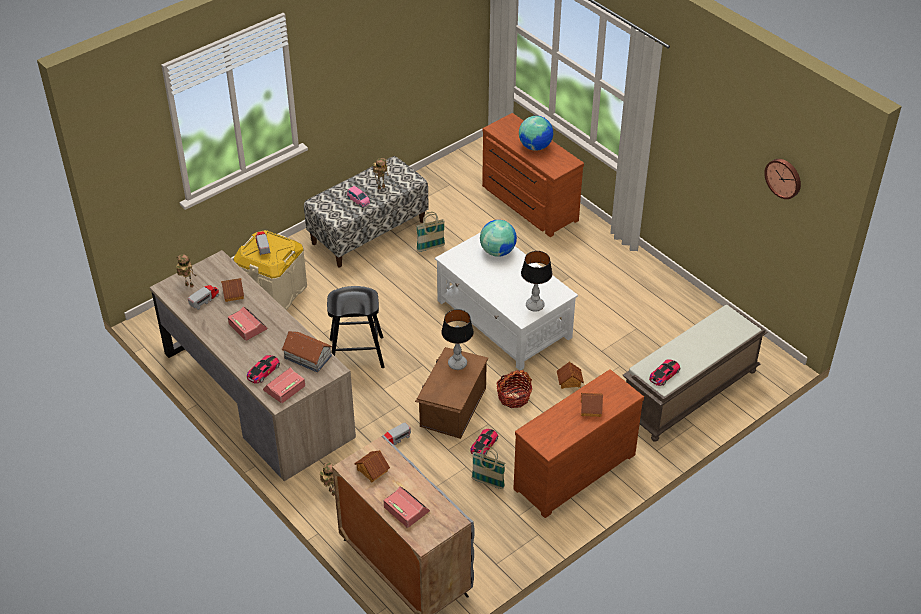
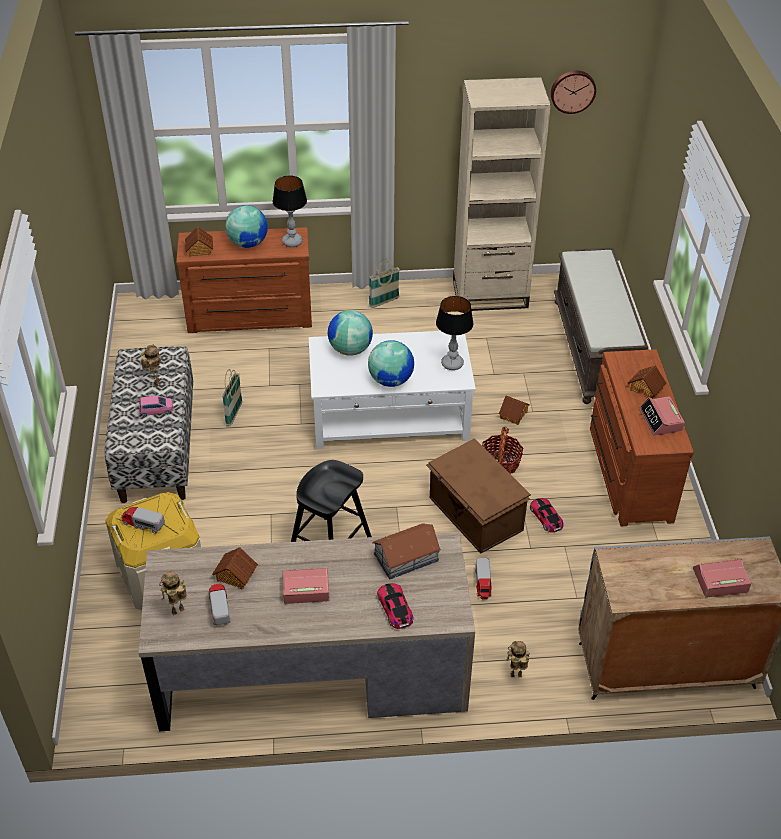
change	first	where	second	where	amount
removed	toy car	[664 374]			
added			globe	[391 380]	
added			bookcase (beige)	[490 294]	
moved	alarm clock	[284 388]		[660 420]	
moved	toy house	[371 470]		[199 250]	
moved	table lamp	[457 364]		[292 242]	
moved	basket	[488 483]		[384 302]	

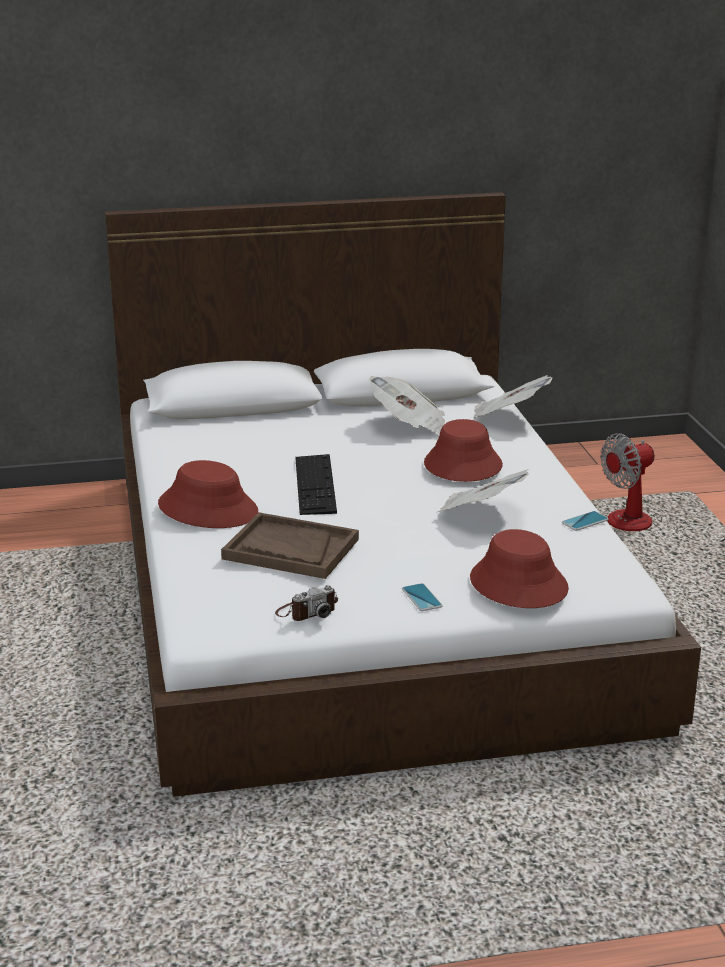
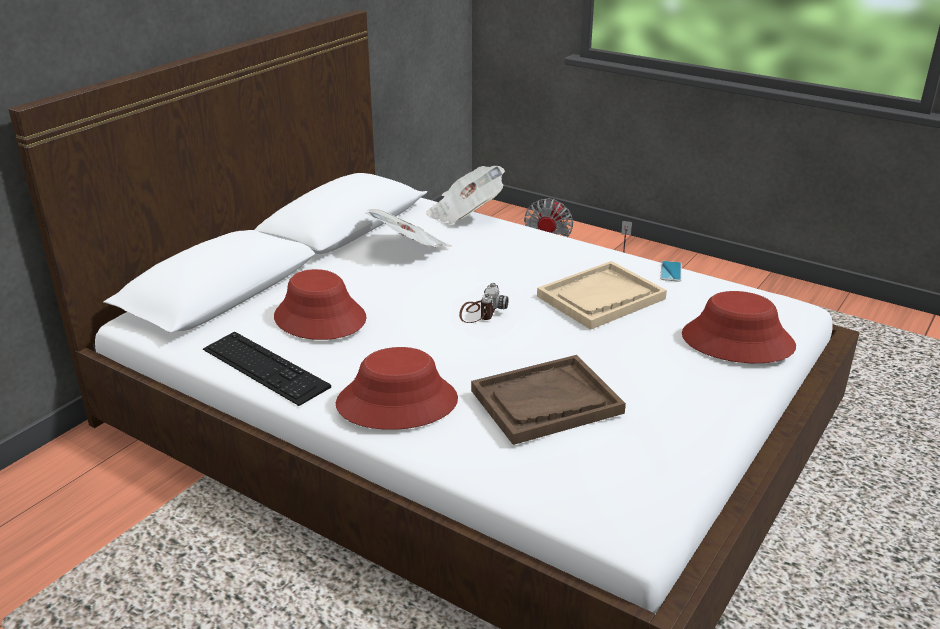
change	first	where	second	where	amount
removed	phone	[421 598]			
moved	photo camera	[307 611]		[480 312]	
moved	keyboard	[315 484]		[265 368]	
moved	hat (red)	[462 465]		[319 318]	
replaced	newspaper	[481 513]	tray (beige)	[601 298]	

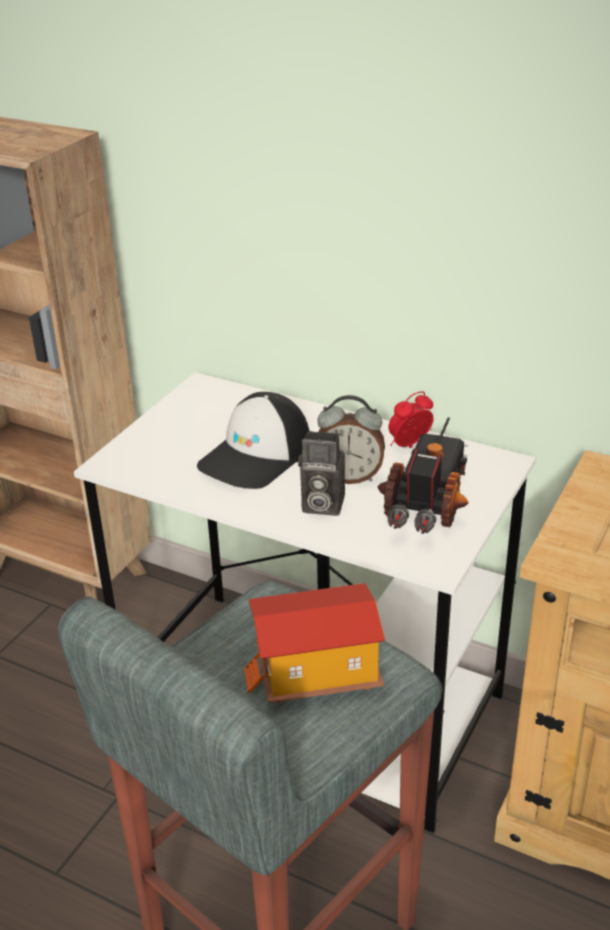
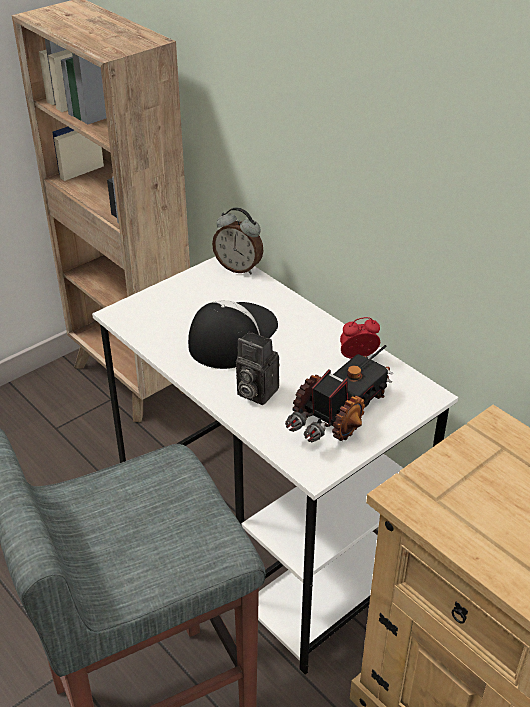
change	first	where	second	where	amount
removed	toy house	[317 674]			
moved	alarm clock	[349 476]		[239 268]	
turned	cap	[257 456]		[232 336]	150 degrees clockwise

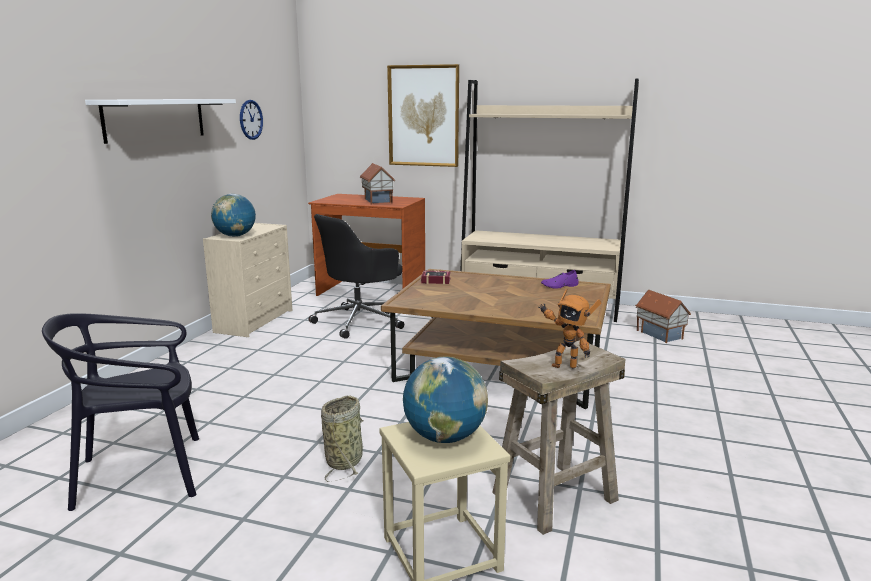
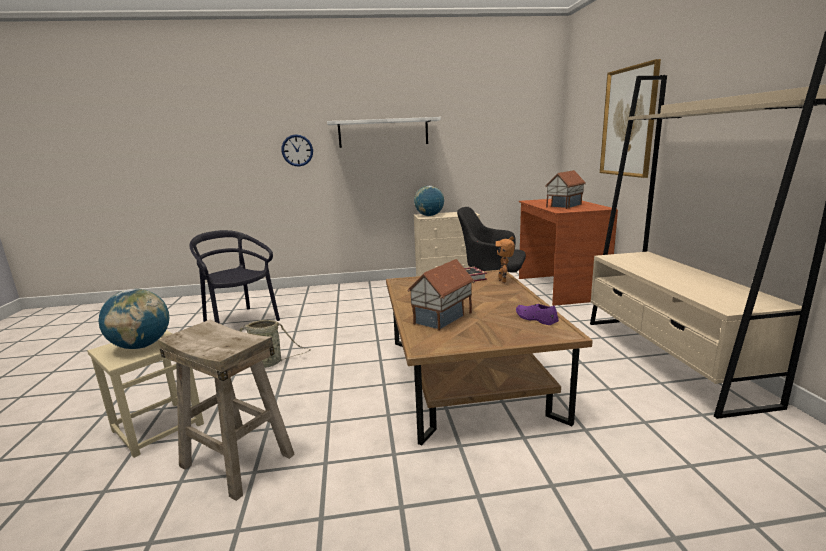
change	first	where	second	where	amount
moved	wall clock	[251 119]		[297 150]	
moved	toy robot	[564 365]		[504 281]	
moved	toy house	[660 334]		[443 318]	

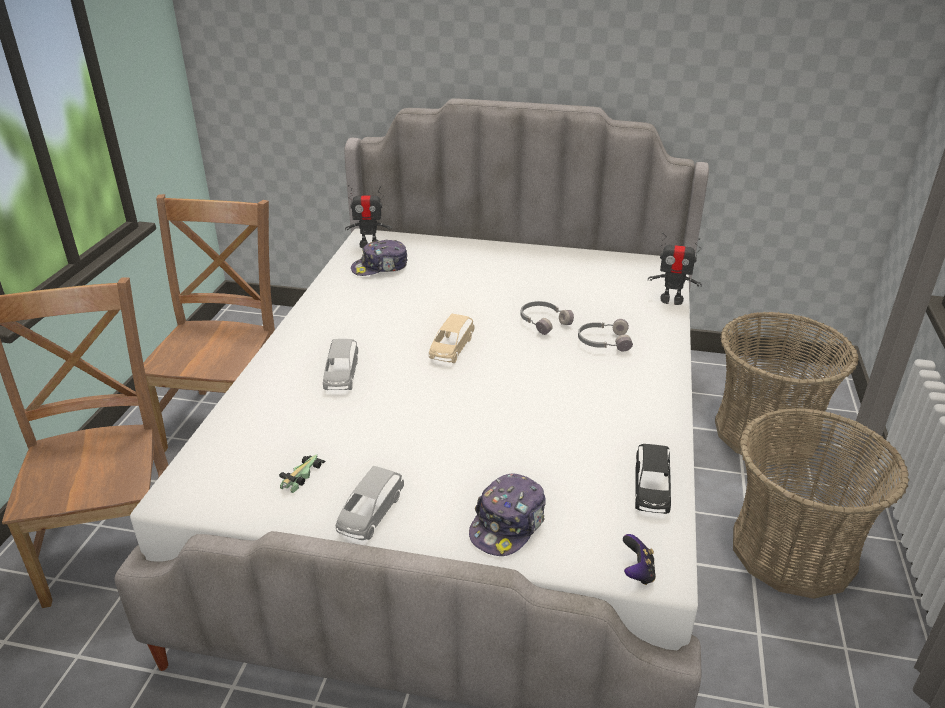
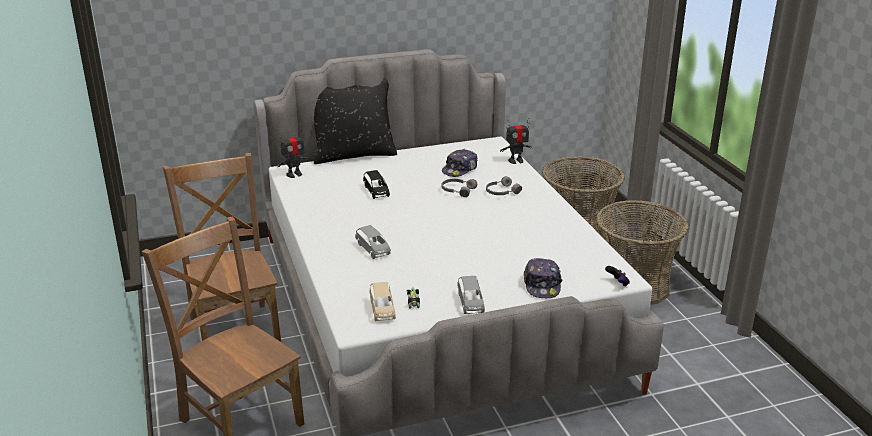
change	first	where	second	where	amount
added			pillow (black)	[353 154]	
moved	cap	[380 267]		[460 169]	
moved	toy car (beige)	[451 348]		[382 309]	
moved	toy car (black)	[651 489]		[376 191]	

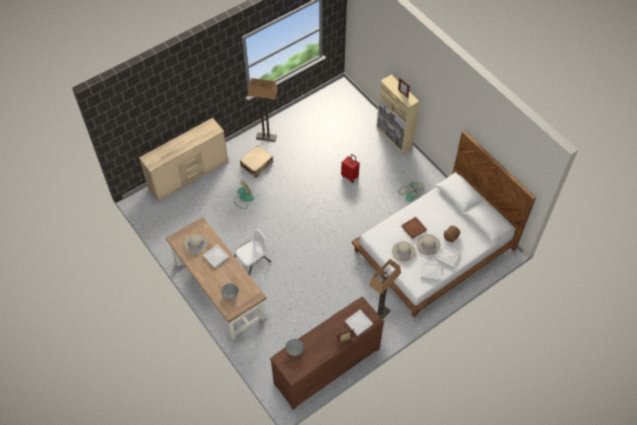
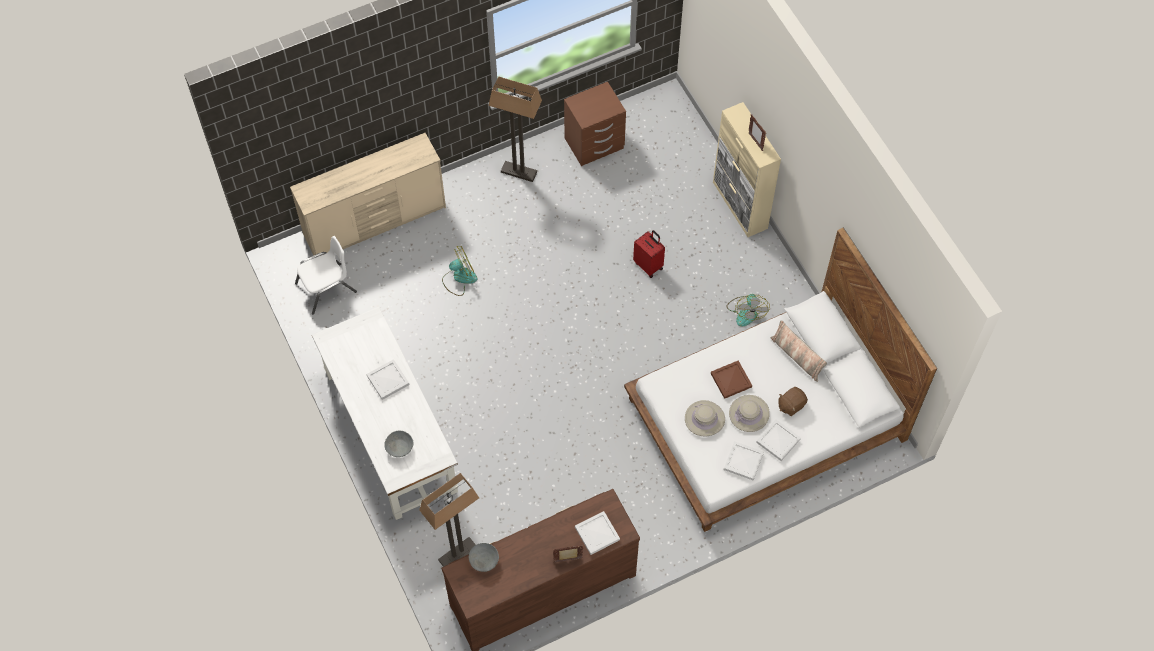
change	first	where	second	where	amount
removed	hat (beige)	[195 244]			
removed	suitcase (beige)	[257 164]			
added			nightstand (brown)	[594 144]	
added			pillow	[797 356]	
moved	chair (white)	[252 262]		[326 288]	
moved	floor lamp	[380 316]		[458 555]	
recoloured	desk (brown)	[219 290]	desk (white)	[390 431]	

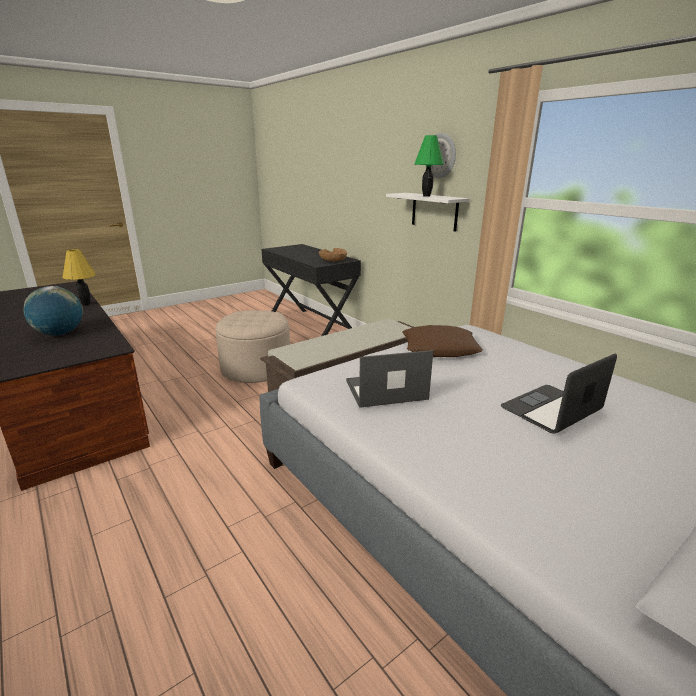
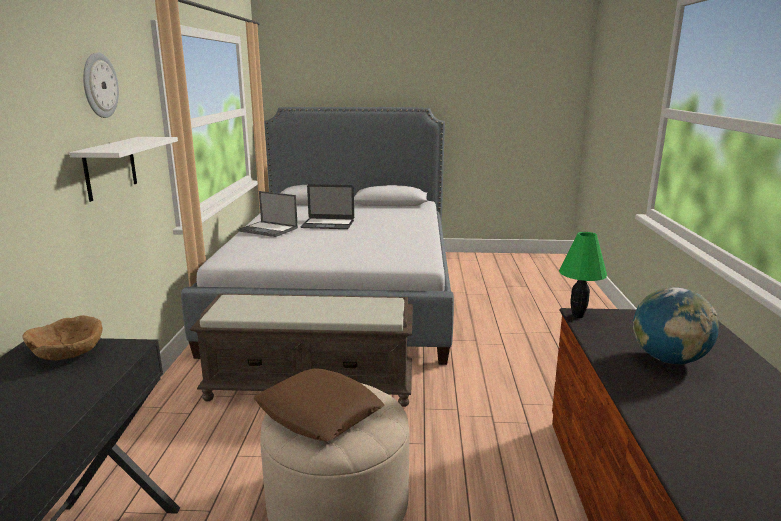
change	first	where	second	where	amount
removed	table lamp (yellow)	[86 304]			
moved	laptop	[385 390]		[269 229]	
moved	pillow (brown)	[440 348]		[318 412]	
moved	table lamp (green)	[426 196]		[578 316]	

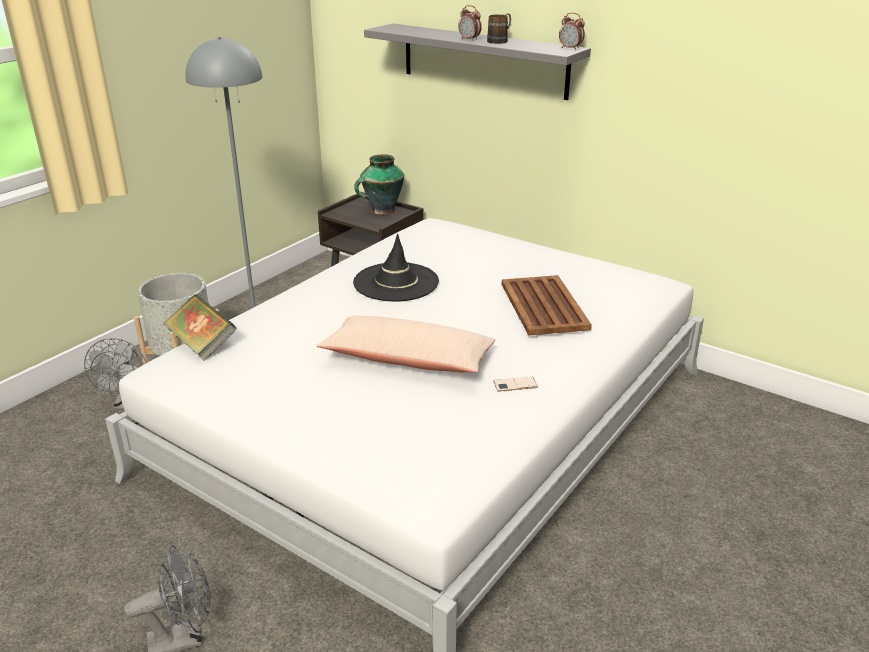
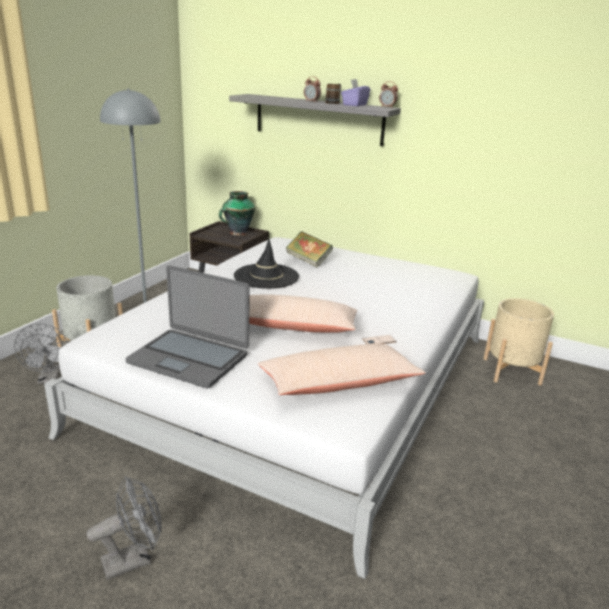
change	first	where	second	where	amount
removed	tray (brown)	[544 306]			
added			laptop	[189 358]	
added			pillow (beige)	[338 383]	
added			tissue box (purple)	[354 105]	
added			planter (beige)	[511 371]	
moved	book	[202 344]		[308 261]	

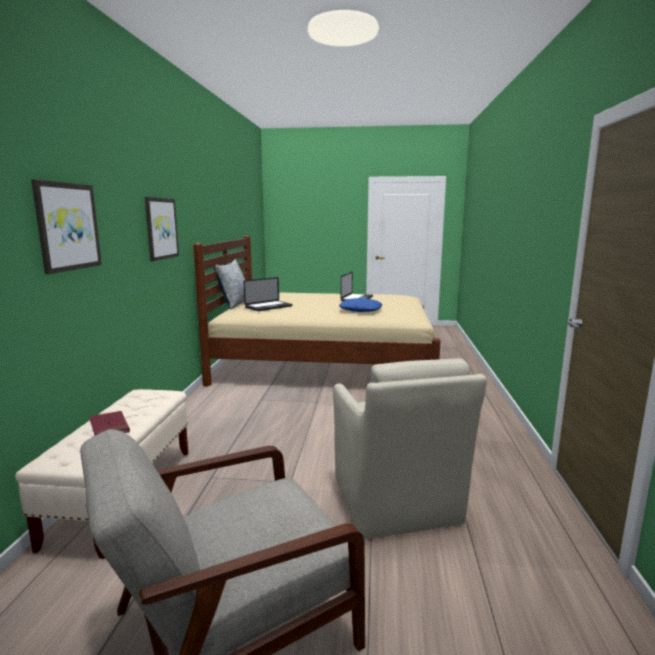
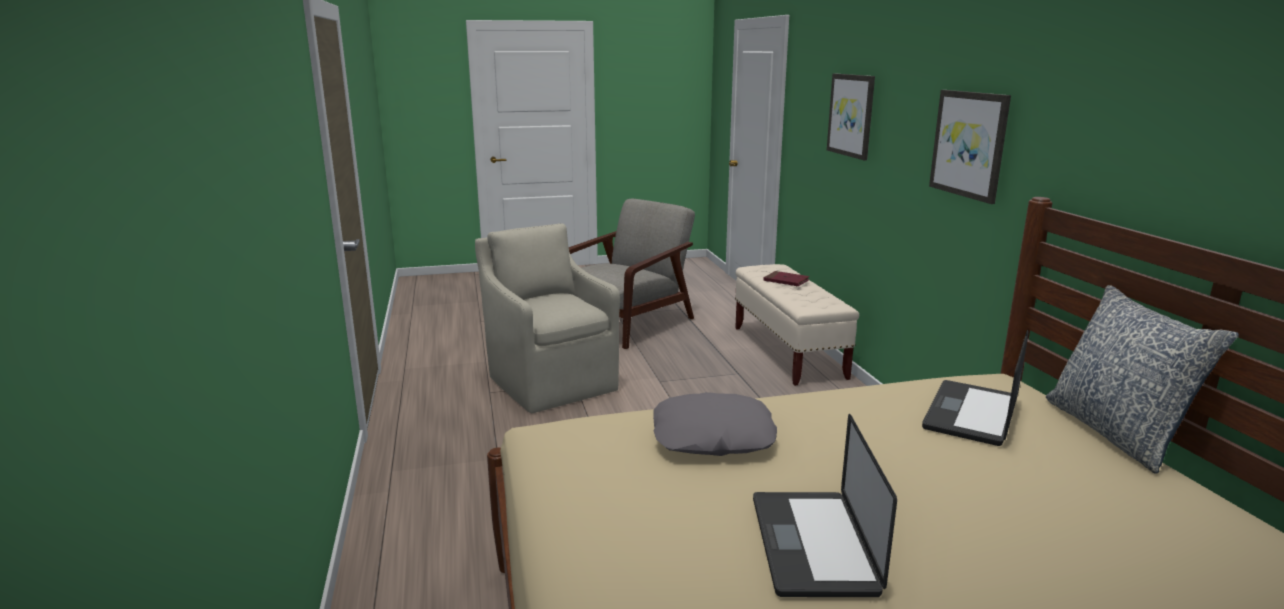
change	first	where	second	where	amount
recoloured	pillow (blue)	[360 310]	pillow (grey)	[713 437]	

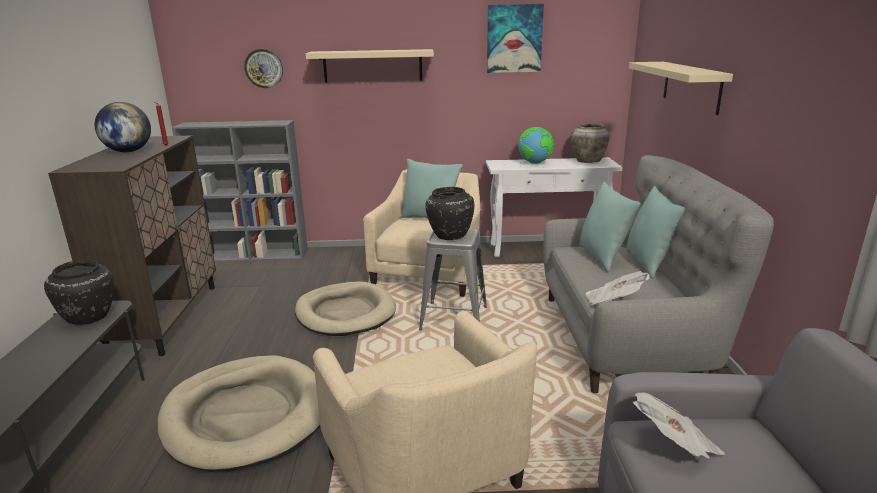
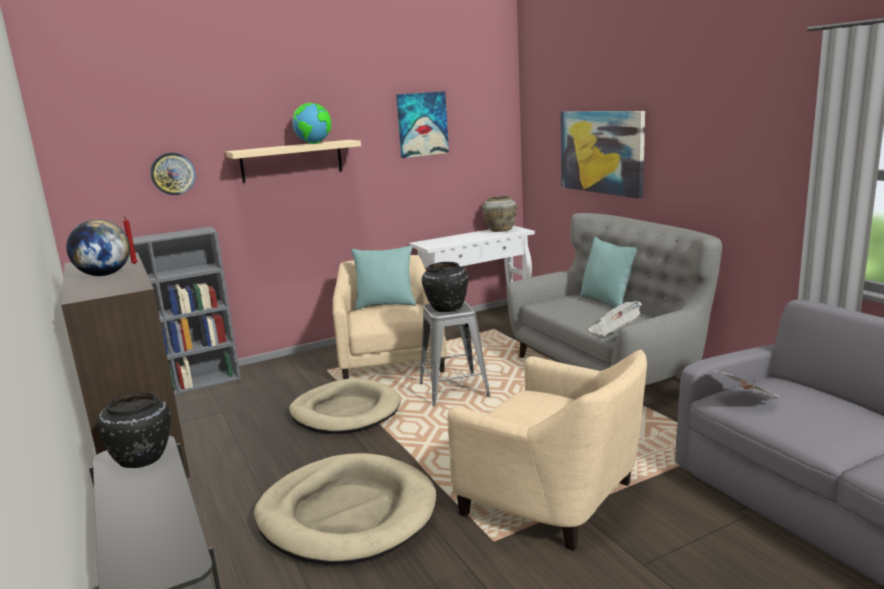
change	first	where	second	where	amount
removed	pillow (turquoise)	[602 257]			
moved	globe	[535 163]		[314 143]	
replaced	shelf (beige)	[691 86]	picture	[601 152]	

